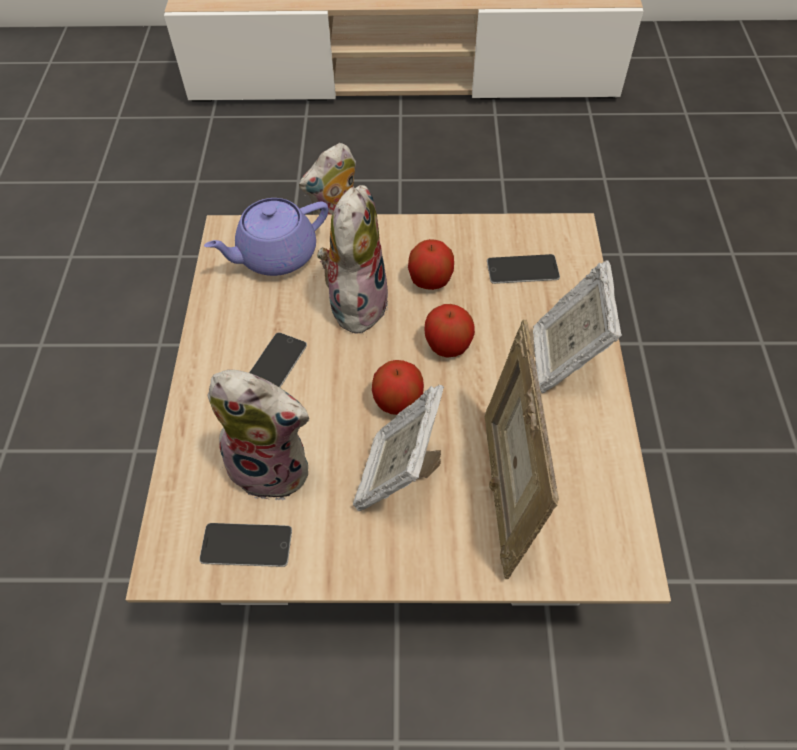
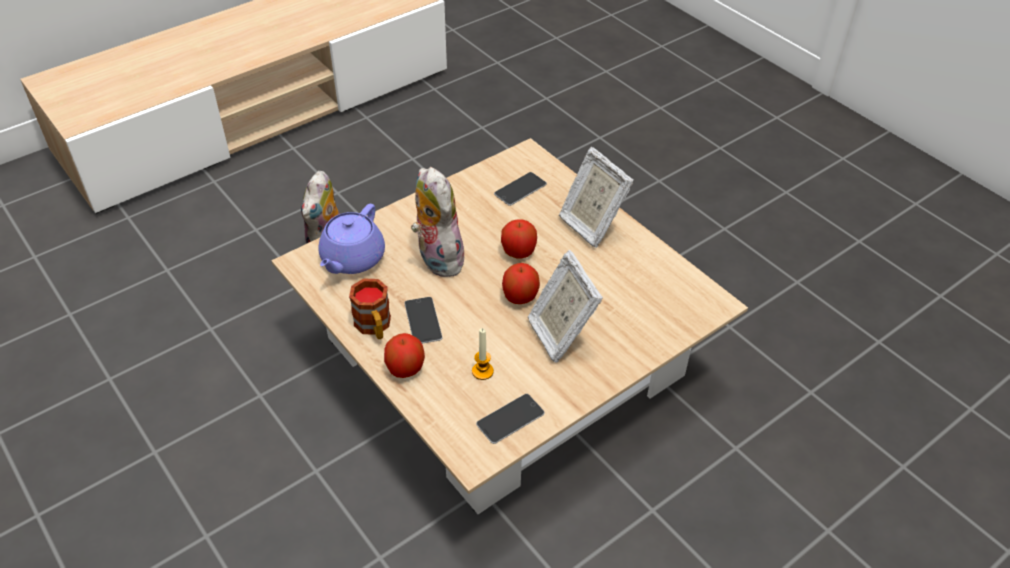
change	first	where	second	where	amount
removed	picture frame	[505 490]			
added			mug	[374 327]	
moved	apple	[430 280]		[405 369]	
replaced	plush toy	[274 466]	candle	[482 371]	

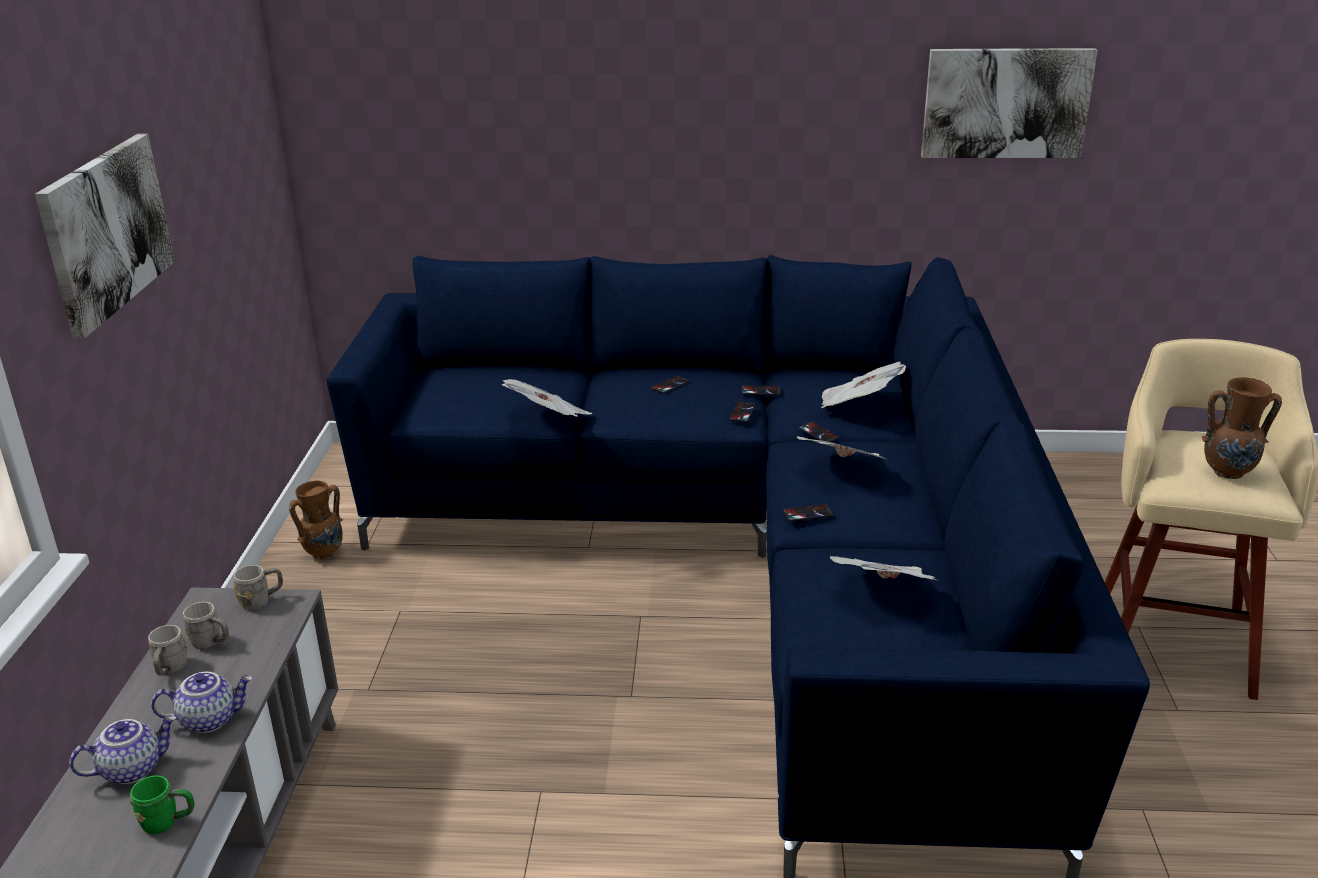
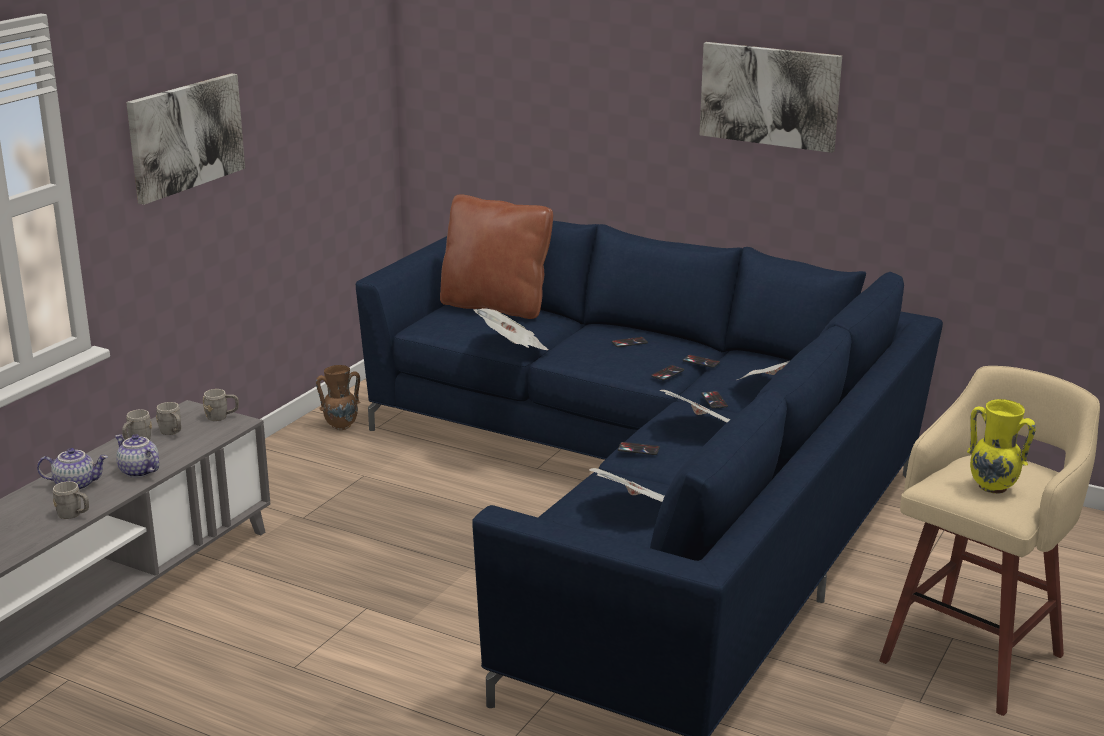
change	first	where	second	where	amount
added			pillow (brown)	[496 306]	
moved	picture	[1005 103]		[770 95]	
recoloured	mug (green)	[168 822]	mug (grey)	[74 515]	
recoloured	vase (brown)	[1228 472]	vase (yellow)	[993 488]	
turned	teapot	[210 719]		[138 471]	150 degrees counterclockwise

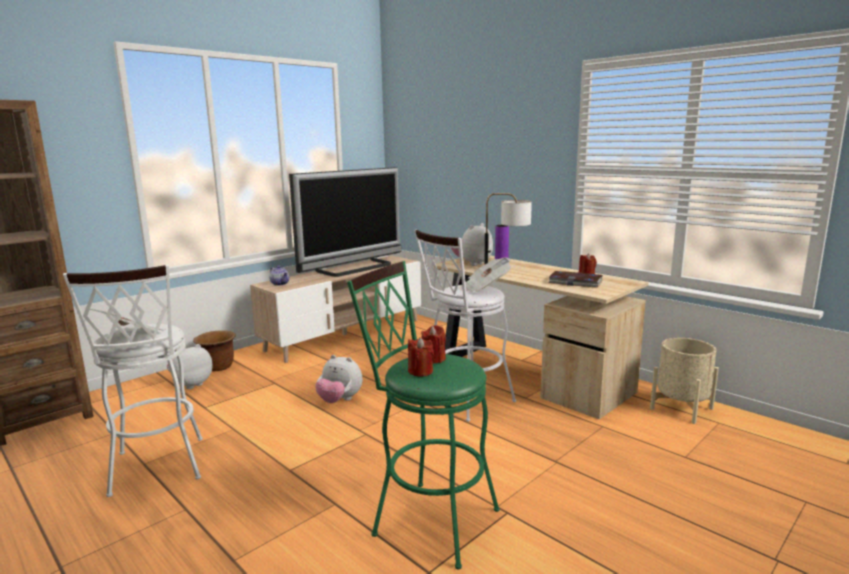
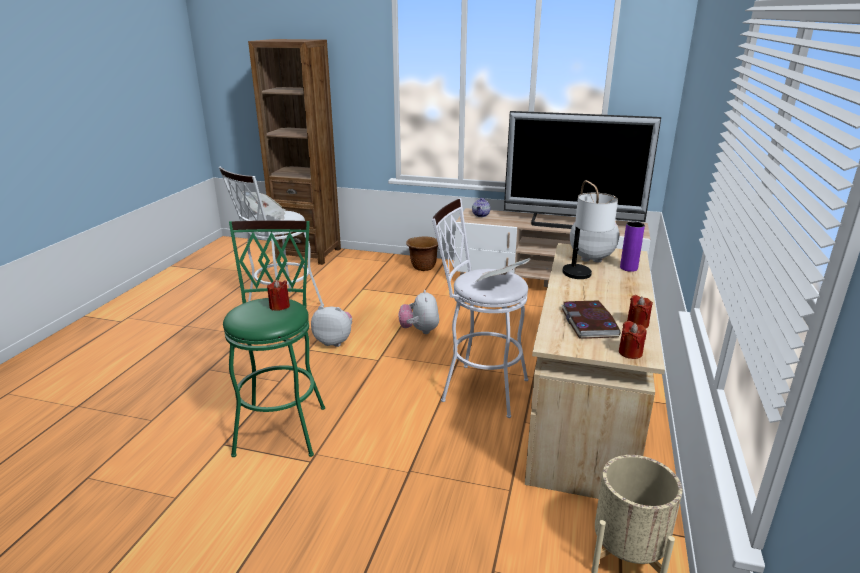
change	first	where	second	where	amount
moved	plush toy	[191 384]		[334 341]	
moved	candle (red)	[420 371]		[630 353]	

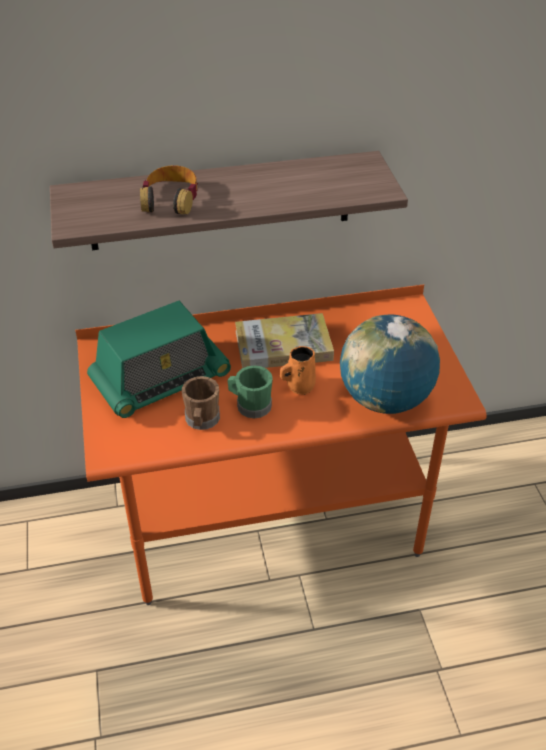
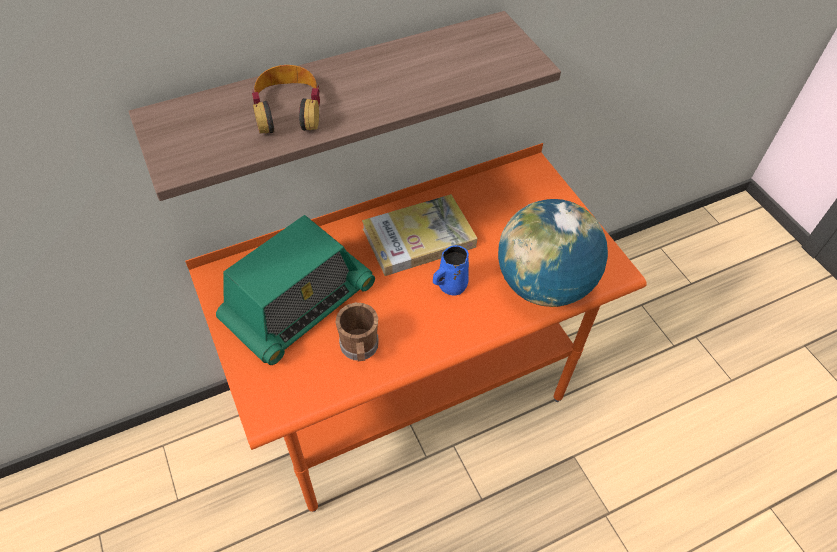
change	first	where	second	where	amount
removed	mug (green)	[250 405]			
recoloured	mug (orange)	[299 386]	mug (blue)	[450 285]	

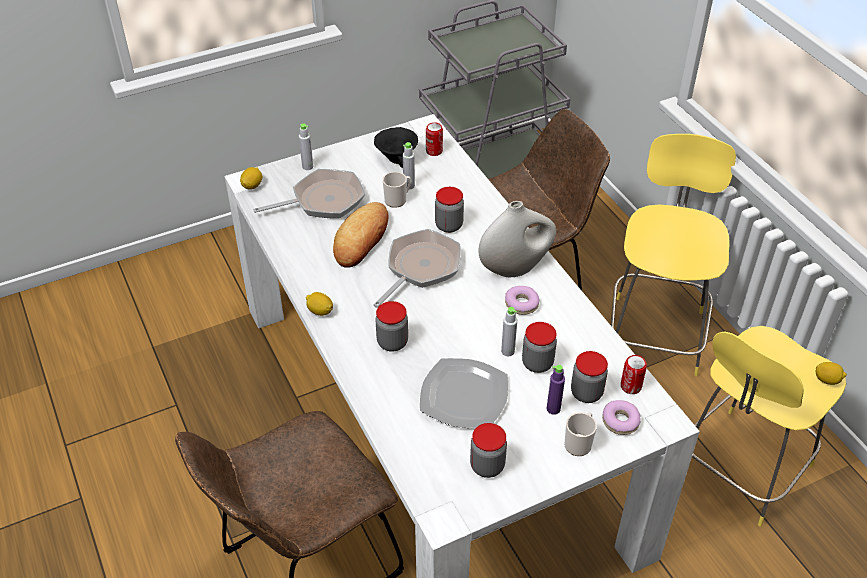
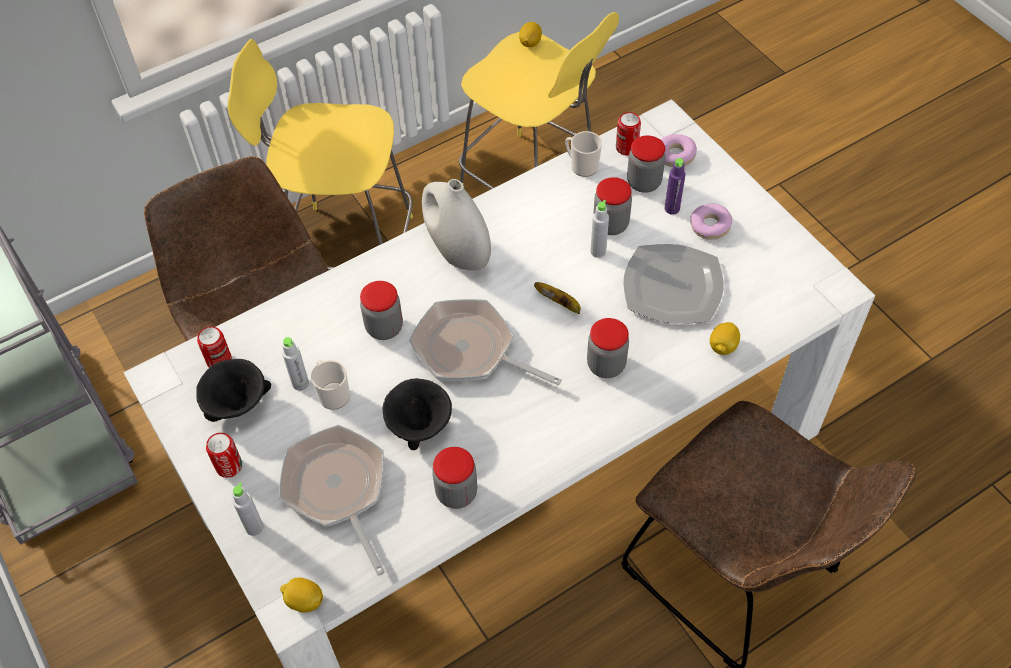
change	first	where	second	where	amount
added			can	[229 466]	
added			banana	[560 303]	
moved	lemon	[320 311]		[723 346]	
moved	jar	[487 466]		[456 493]	
moved	donut	[521 304]		[710 226]	
moved	mug	[579 443]		[581 165]	
replaced	bread	[362 239]	bowl (black)	[419 426]	

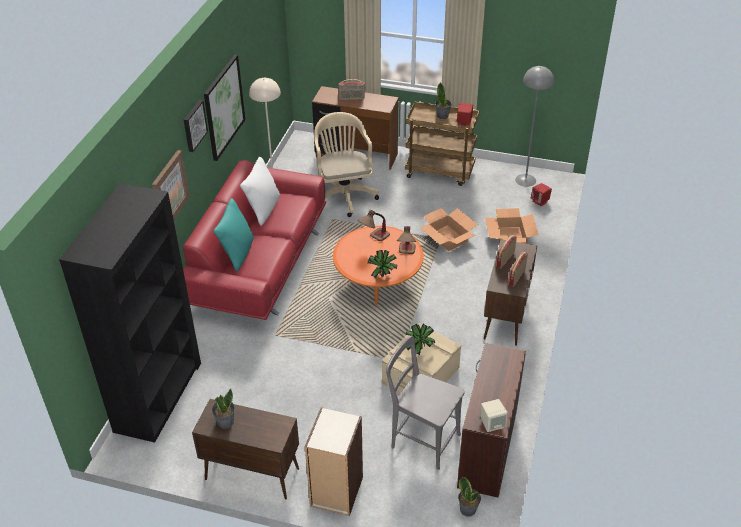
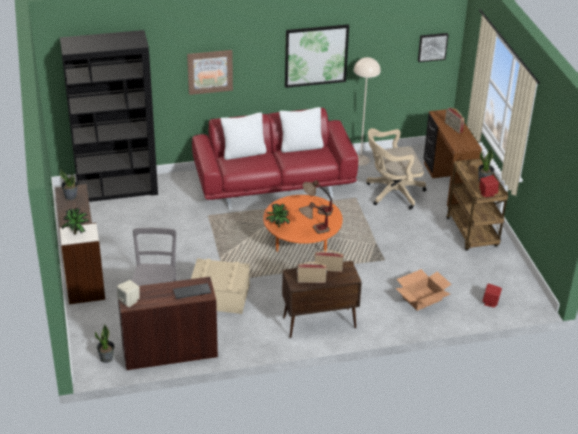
change	first	where	second	where	amount
removed	cardboard box	[448 238]			
removed	floor lamp (grey)	[525 180]			
added			keyboard	[191 292]	
moved	picture	[194 125]		[432 46]	
moved	potted plant	[419 350]		[77 233]	
recoloured	pillow (turquoise)	[237 253]	pillow (white)	[243 153]	
turned	office chair (beige)	[344 194]		[391 193]	150 degrees counterclockwise

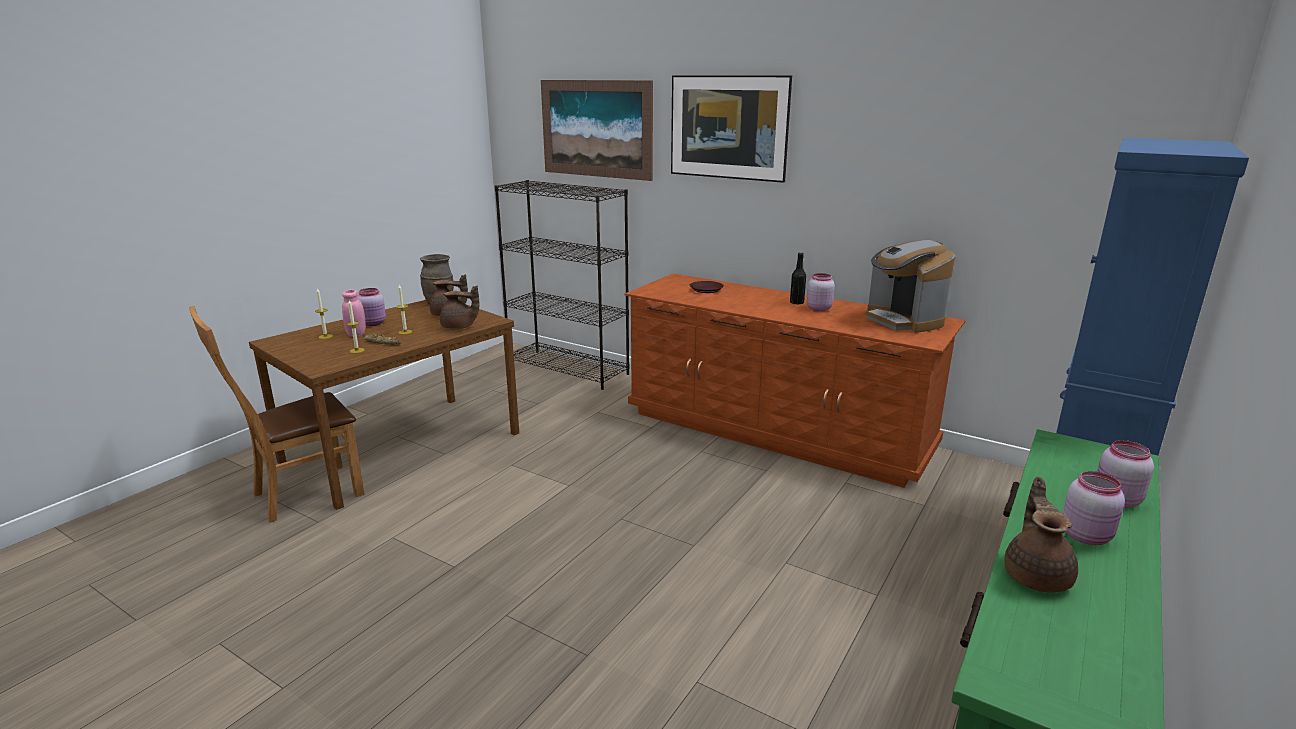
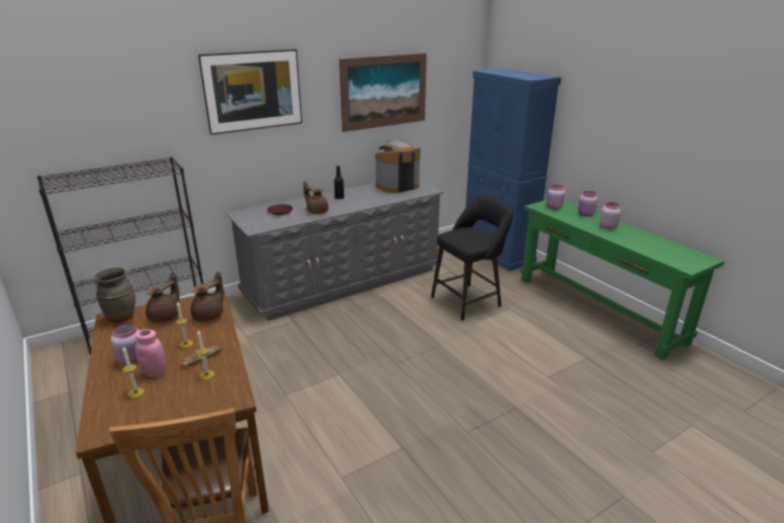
change	first	where	second	where	amount
added			stool (black)	[469 301]	
moved	picture	[596 129]		[384 91]	
moved	jar (pink)	[818 308]		[553 207]	
moved	teapot (brown)	[1036 575]		[317 211]	
recoloured	dresser (brown)	[776 430]	dresser (grey)	[343 281]	
turned	coffee machine	[903 320]		[397 186]	150 degrees clockwise

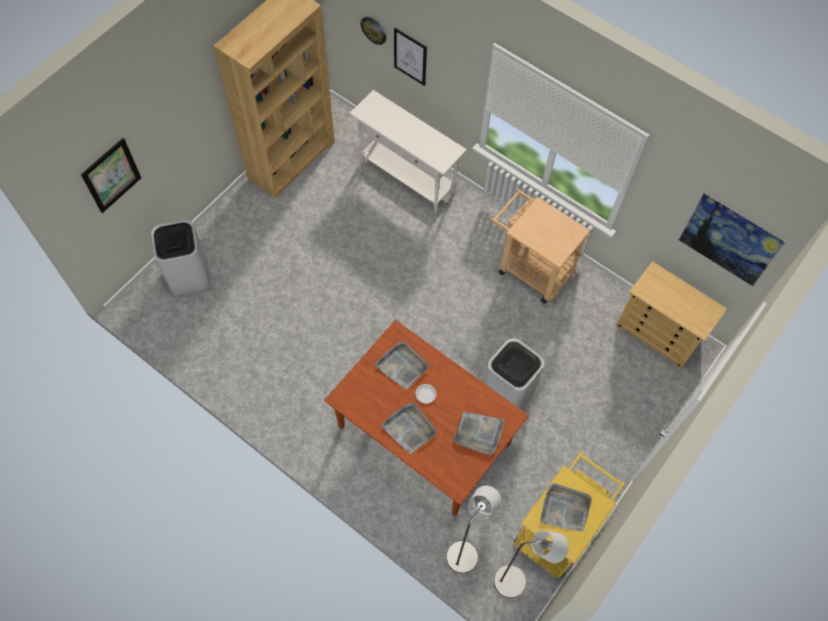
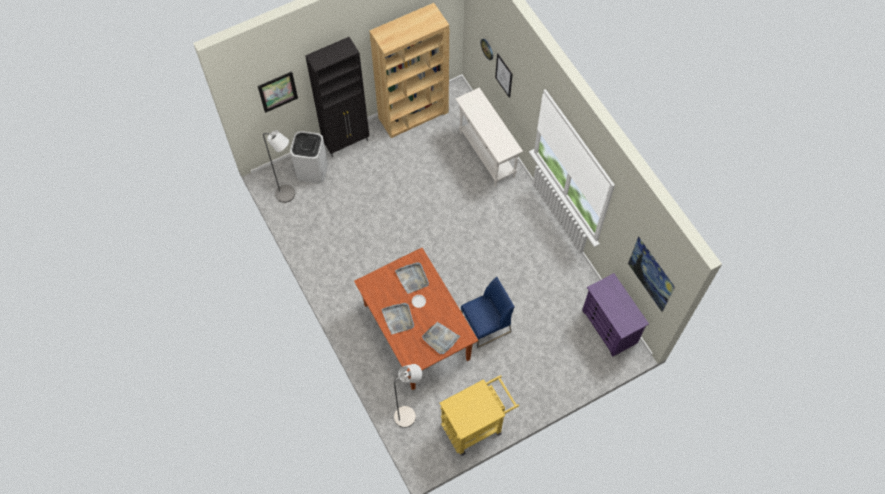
change	first	where	second	where	amount
removed	cart (beige)	[530 268]			
removed	tray (grey)	[565 508]			
added			cabinet (black)	[347 143]	
moved	floor lamp (grey)	[516 581]		[288 195]	
replaced	trash can (white)	[508 391]	chair (blue)	[485 325]	
recoloured	dresser (beige)	[658 333]	dresser (purple)	[609 327]	

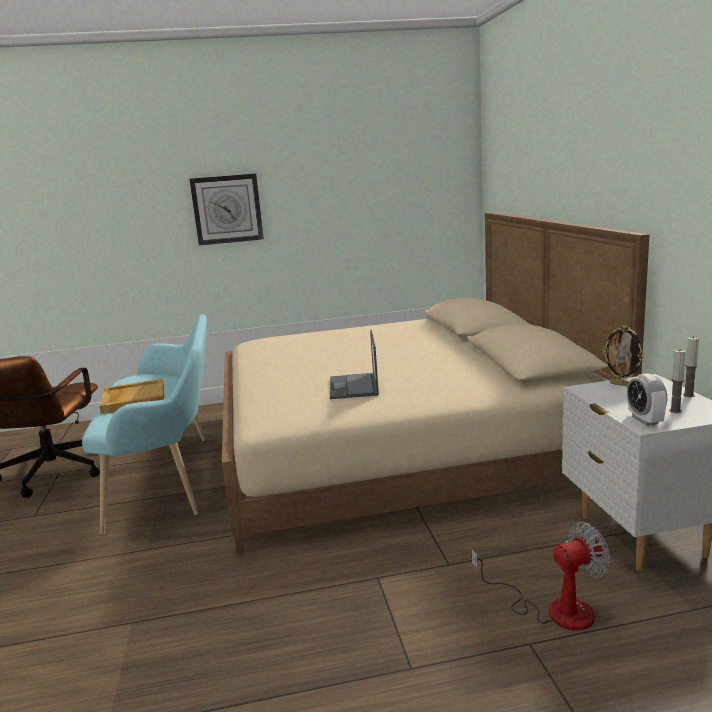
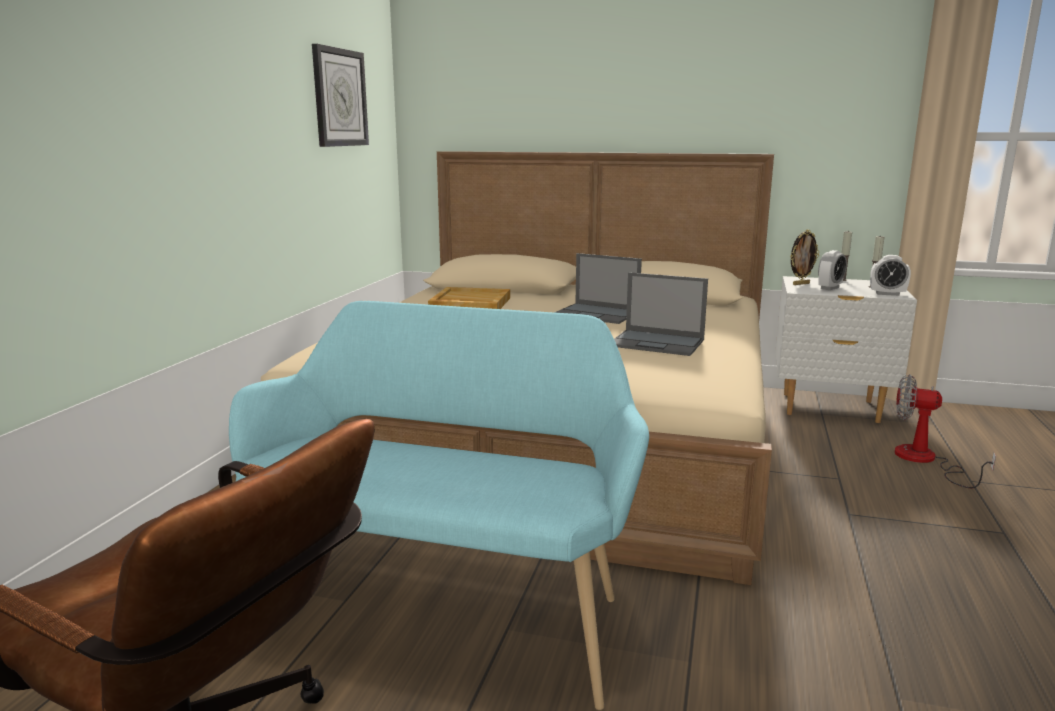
change	first	where	second	where	amount
added			laptop	[597 314]	
added			alarm clock	[829 288]	
moved	tray (beige)	[133 399]		[469 304]	
moved	wall clock	[227 209]		[339 98]	
turned	fan	[554 609]		[925 461]	75 degrees counterclockwise

